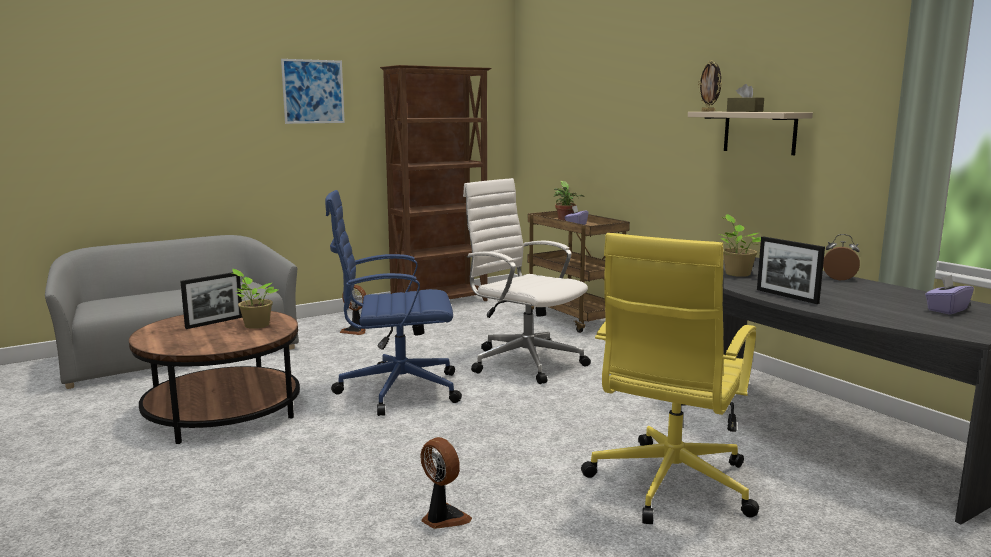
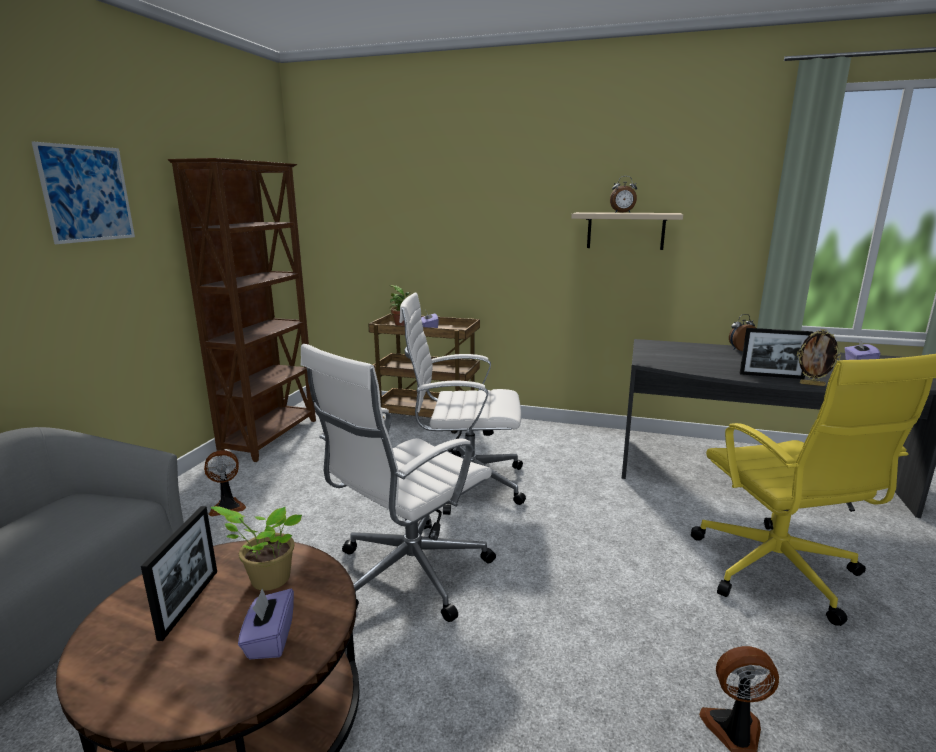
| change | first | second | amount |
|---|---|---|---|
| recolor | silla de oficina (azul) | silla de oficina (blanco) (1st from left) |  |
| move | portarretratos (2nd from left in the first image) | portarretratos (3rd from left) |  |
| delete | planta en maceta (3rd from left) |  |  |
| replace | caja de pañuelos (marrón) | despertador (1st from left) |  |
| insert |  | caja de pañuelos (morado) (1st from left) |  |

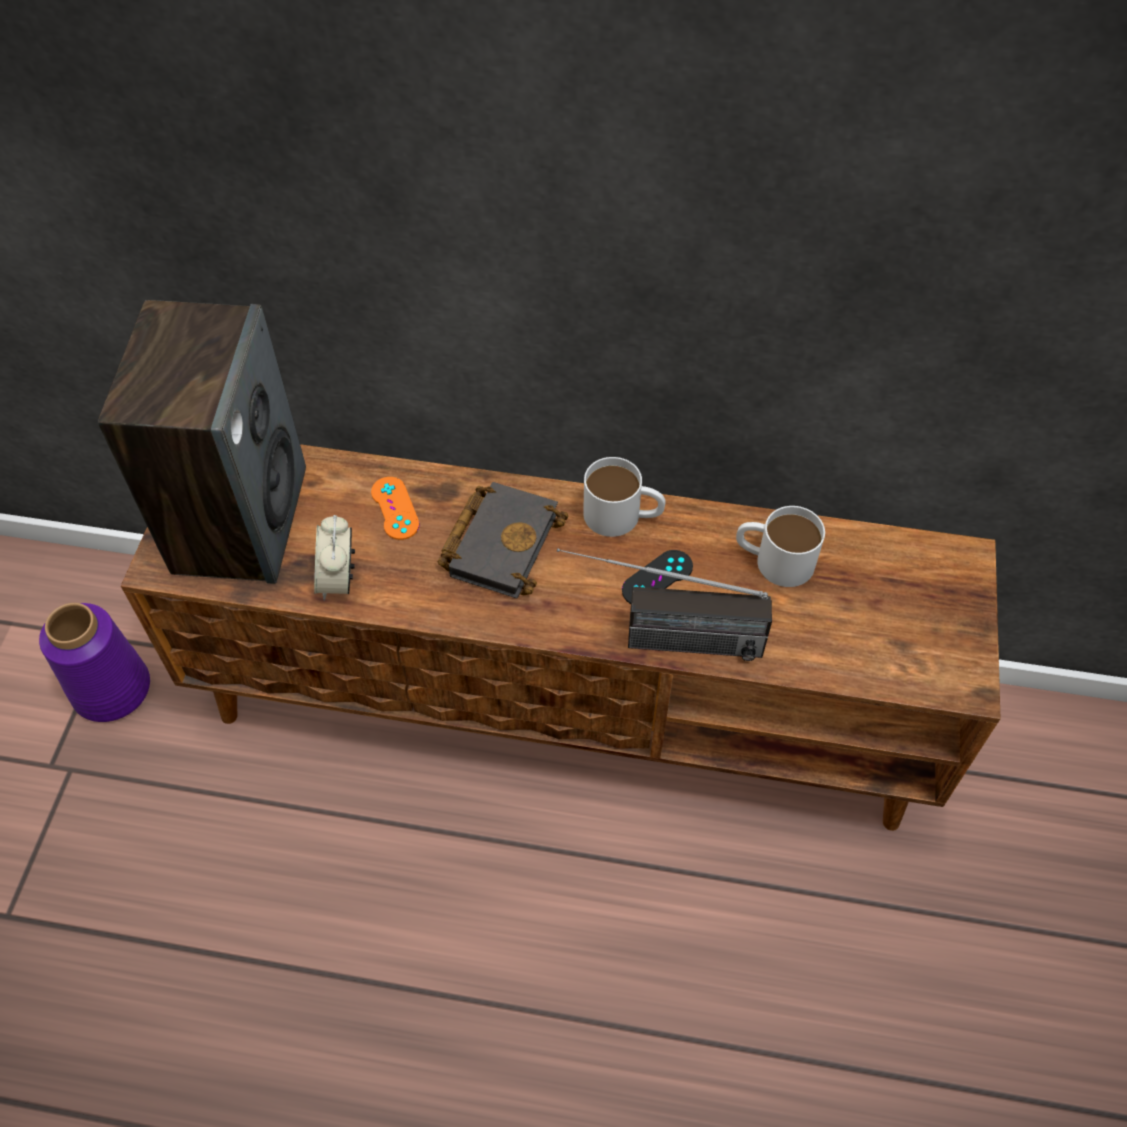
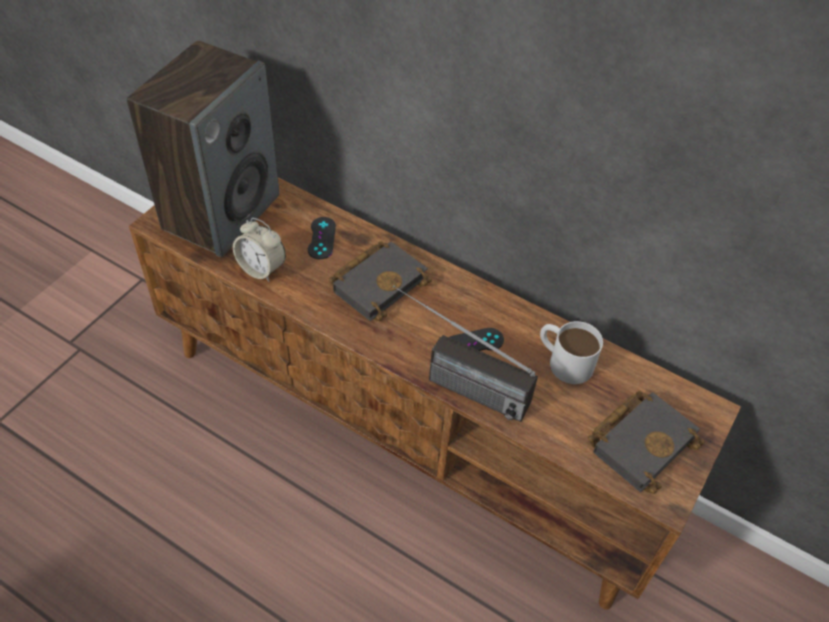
| change | first | second | amount |
|---|---|---|---|
| delete | florero (morado) |  |  |
| rotate | despertador |  | 75 degrees counterclockwise |
| recolor | mando de consola (naranja) | mando de consola (negro) (1st from left) |  |
| delete | taza grande (blanco) (1st from left) |  |  |
| insert |  | libro (negro) (2nd from left) |  |

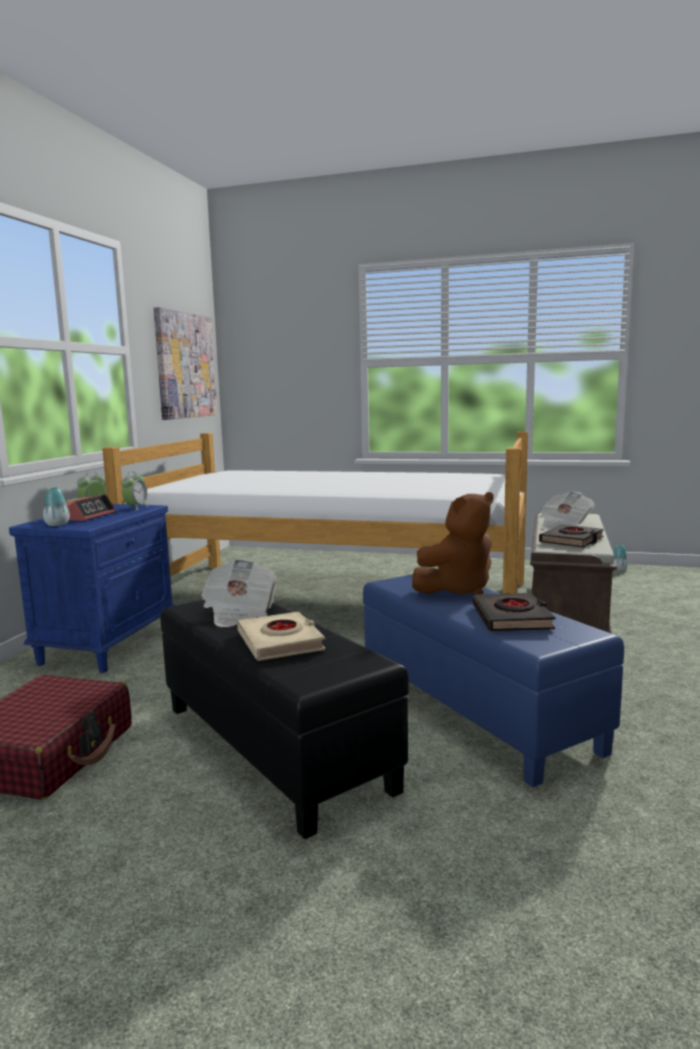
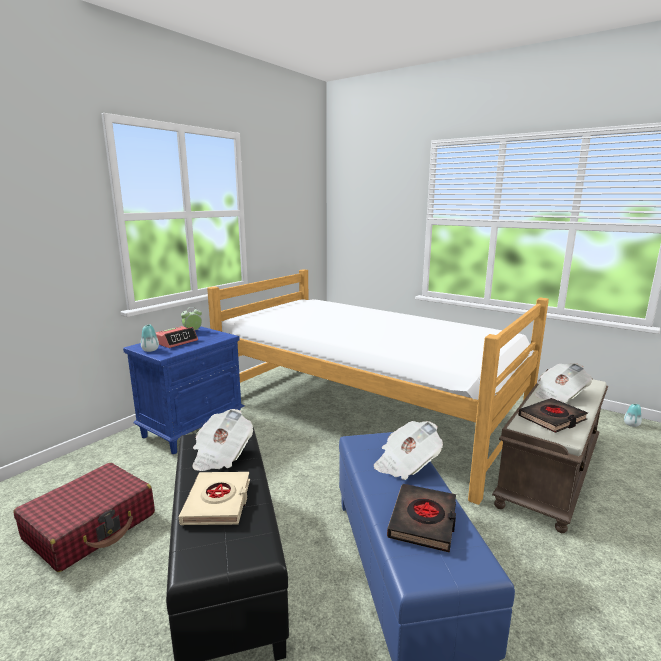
| change | first | second | amount |
|---|---|---|---|
| delete | despertador (3rd from left) |  |  |
| delete | cuadro |  |  |
| replace | peluche (marrón) | periódico (2nd from left) |  |

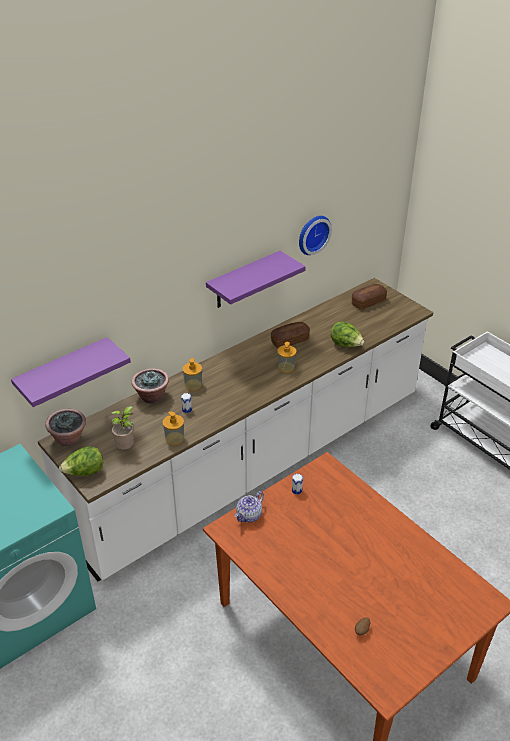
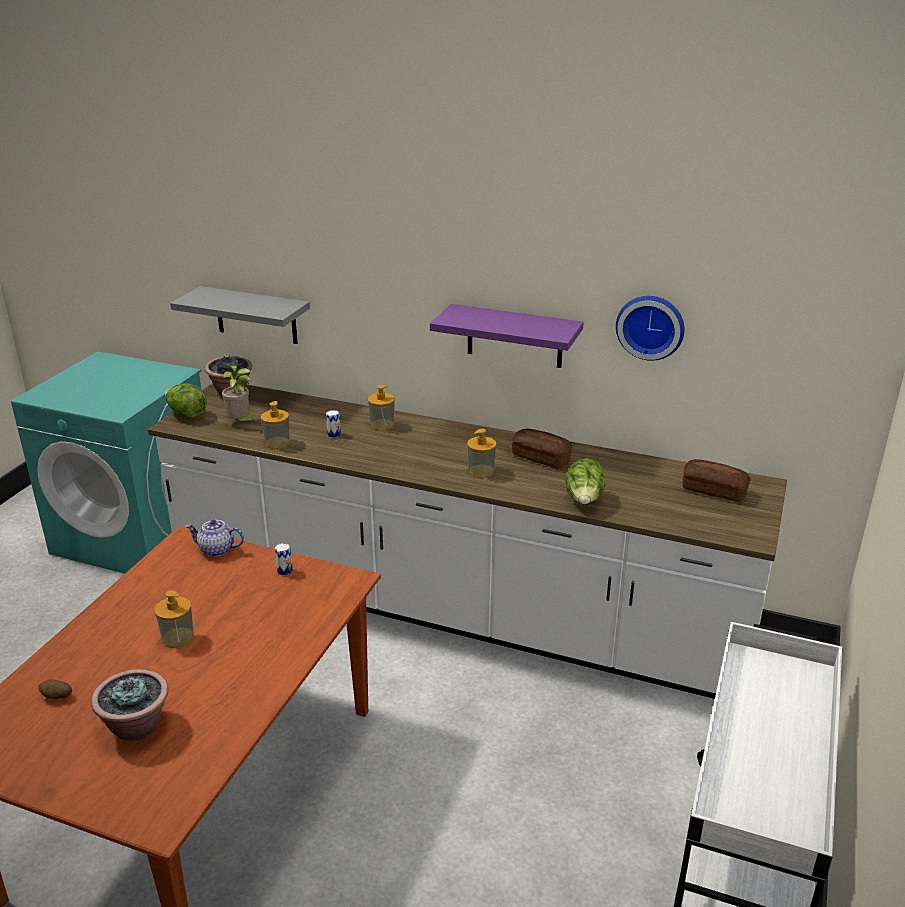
| change | first | second | amount |
|---|---|---|---|
| recolor | estante (morado) (1st from left) | estante (gris) |  |
| move | planta en maceta (3rd from left in the first image) | planta en maceta (1st from left) |  |
| insert |  | dispensador de jabón (1st from left) |  |

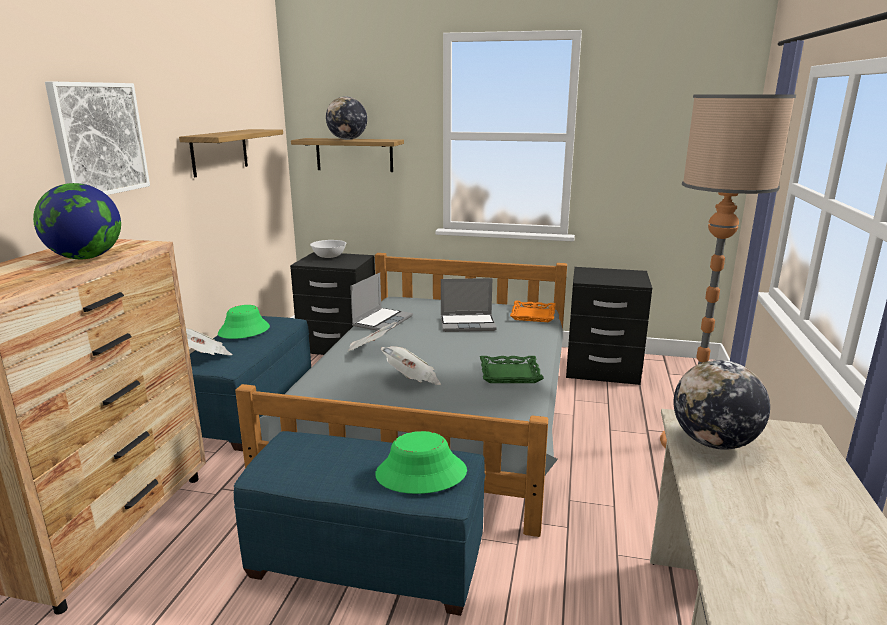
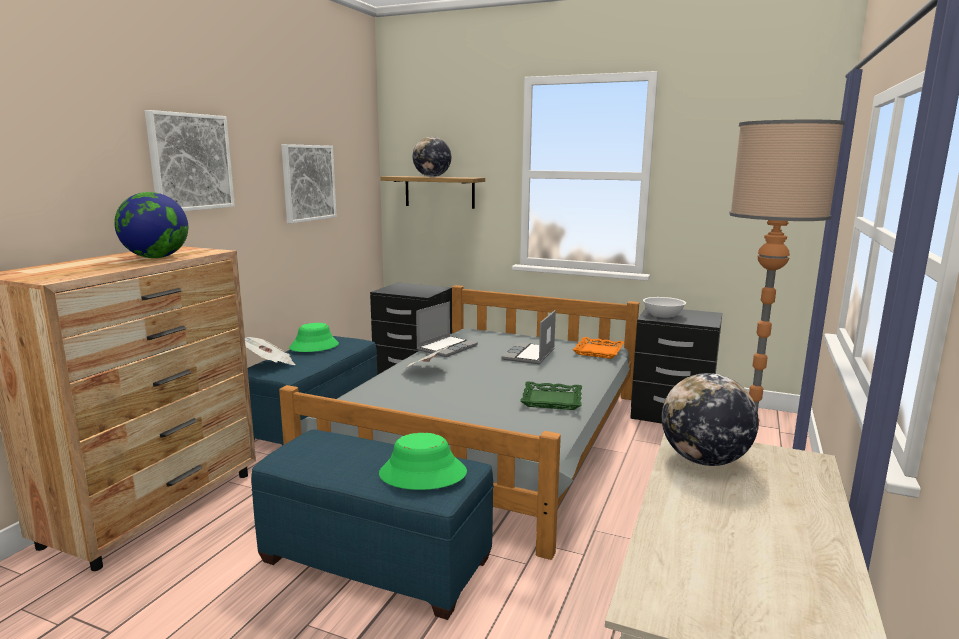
| change | first | second | amount |
|---|---|---|---|
| replace | estante (1st from left) | cuadro (2nd from left) |  |
| move | cuenco (blanco) |  |  |
| delete | periódico (3rd from left) |  |  |
| rotate | portátil (2nd from left) |  | 105 degrees clockwise |

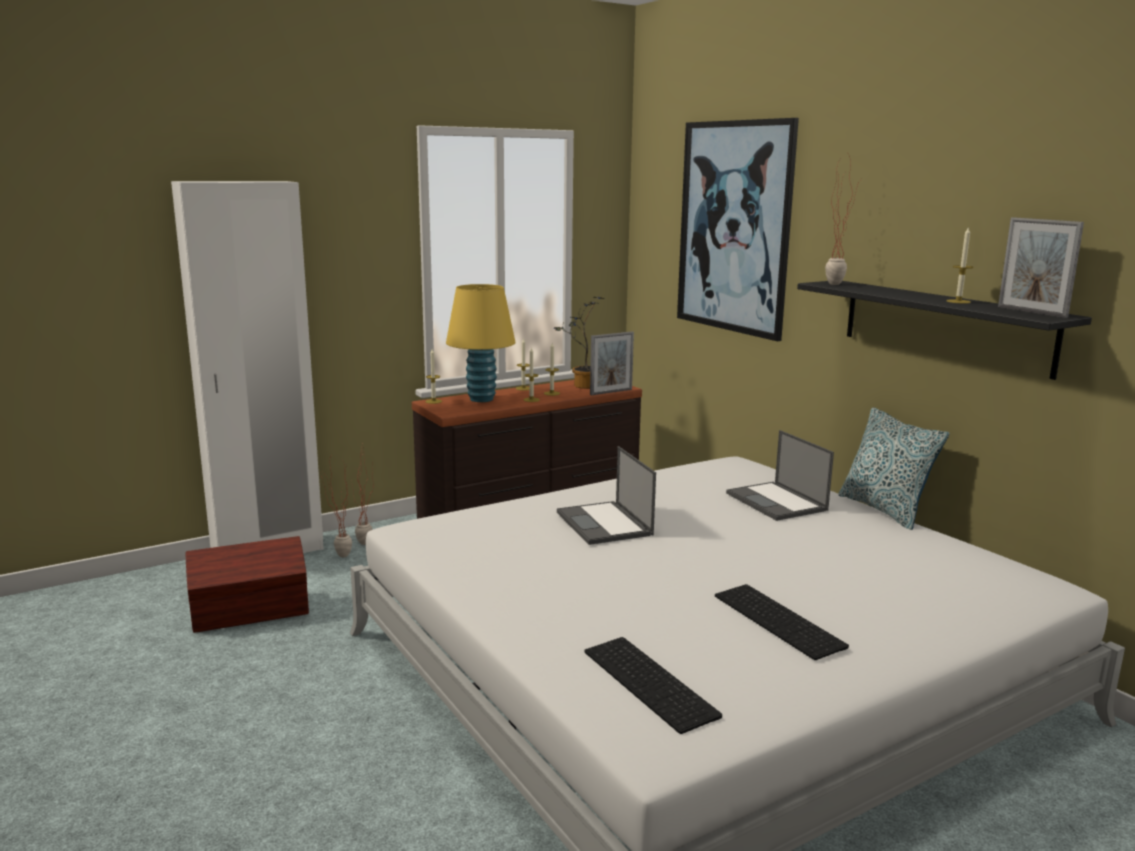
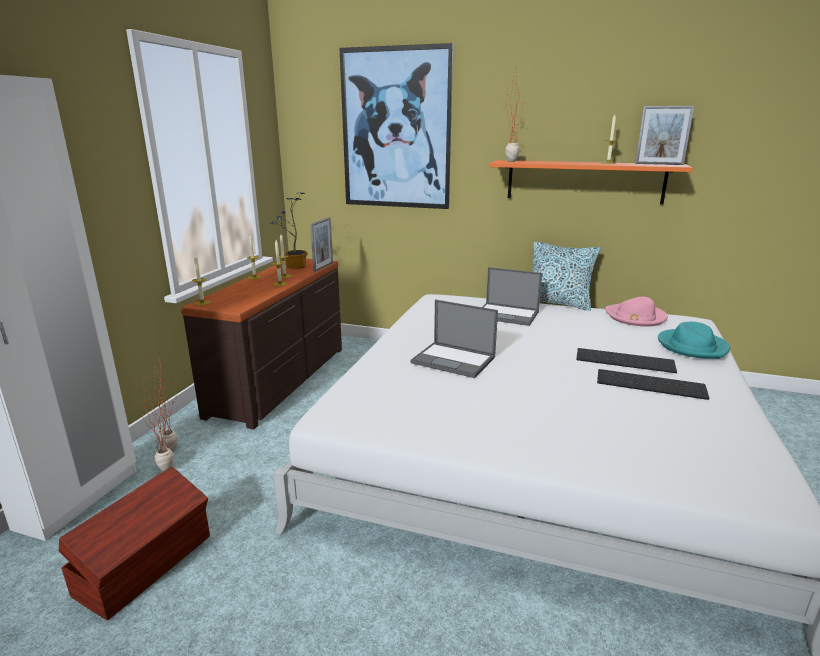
| change | first | second | amount |
|---|---|---|---|
| delete | lámpara de mesa (amarillo) |  |  |
| move | teclado (1st from left) |  |  |
| recolor | estante (negro) | estante (naranja) |  |
| insert |  | sombrero (rosa) |  |
| insert |  | sombrero (turquesa) |  |

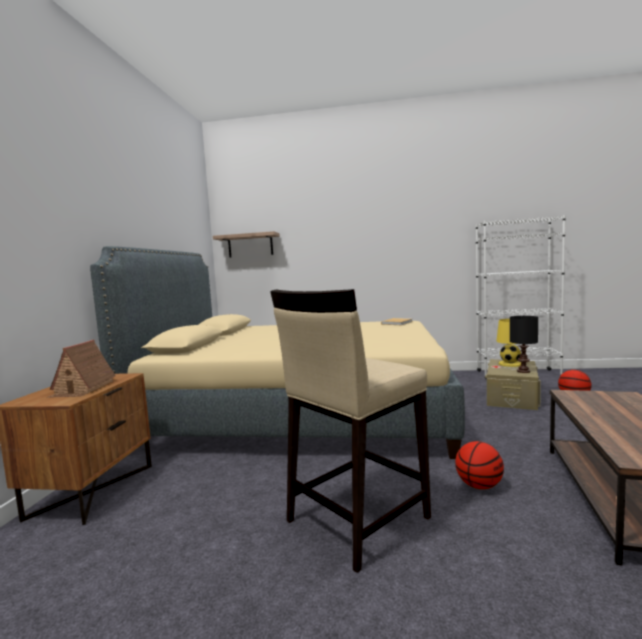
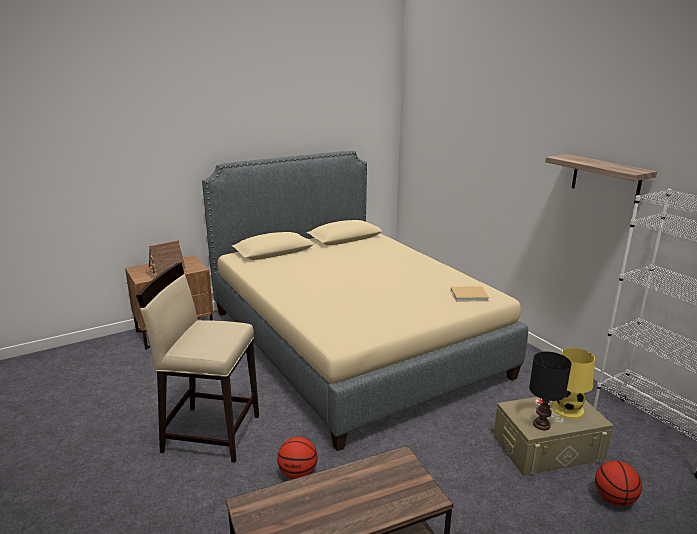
| change | first | second | amount |
|---|---|---|---|
| move | estante |  |  |

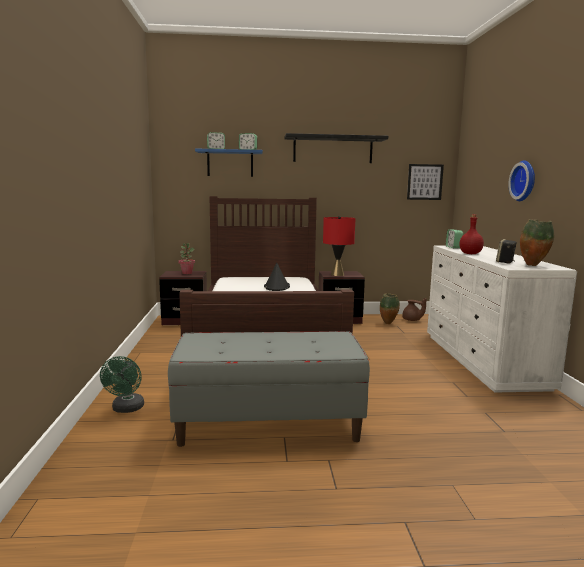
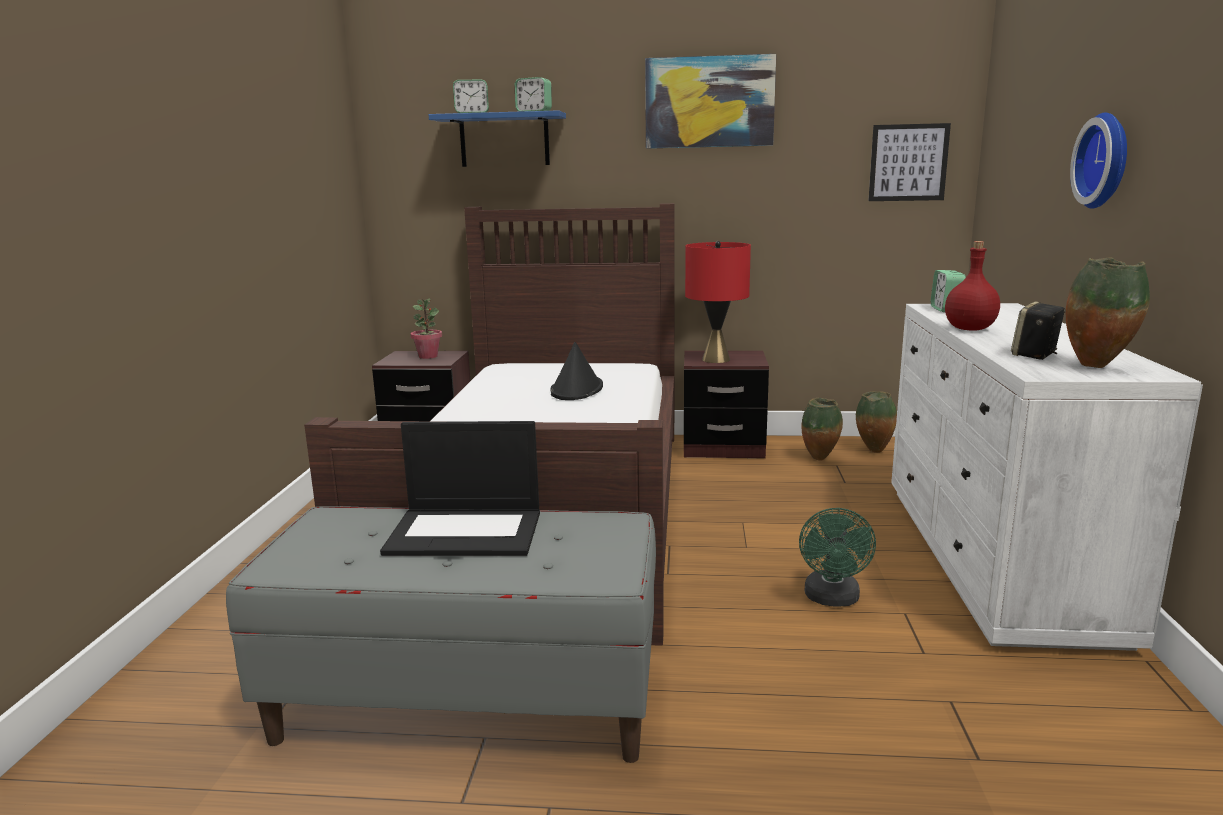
| change | first | second | amount |
|---|---|---|---|
| move | ventilador (verde) |  |  |
| replace | estante (negro) | cuadro (1st from left) |  |
| replace | tetera (marrón) | florero (2nd from left) |  |
| insert |  | portátil |  |

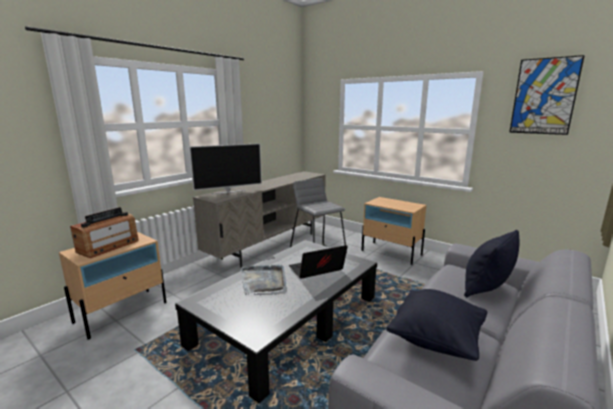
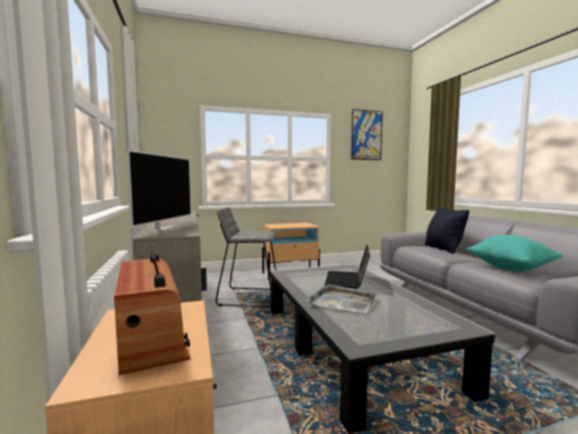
| change | first | second | amount |
|---|---|---|---|
| recolor | cojín (negro) (1st from left) | cojín (turquesa) |  |

